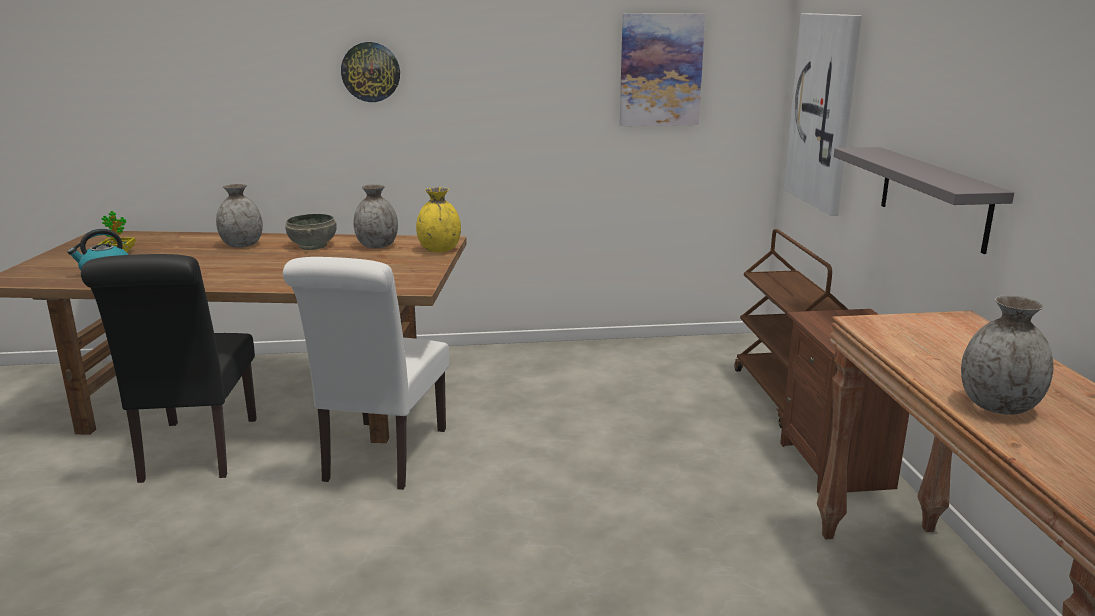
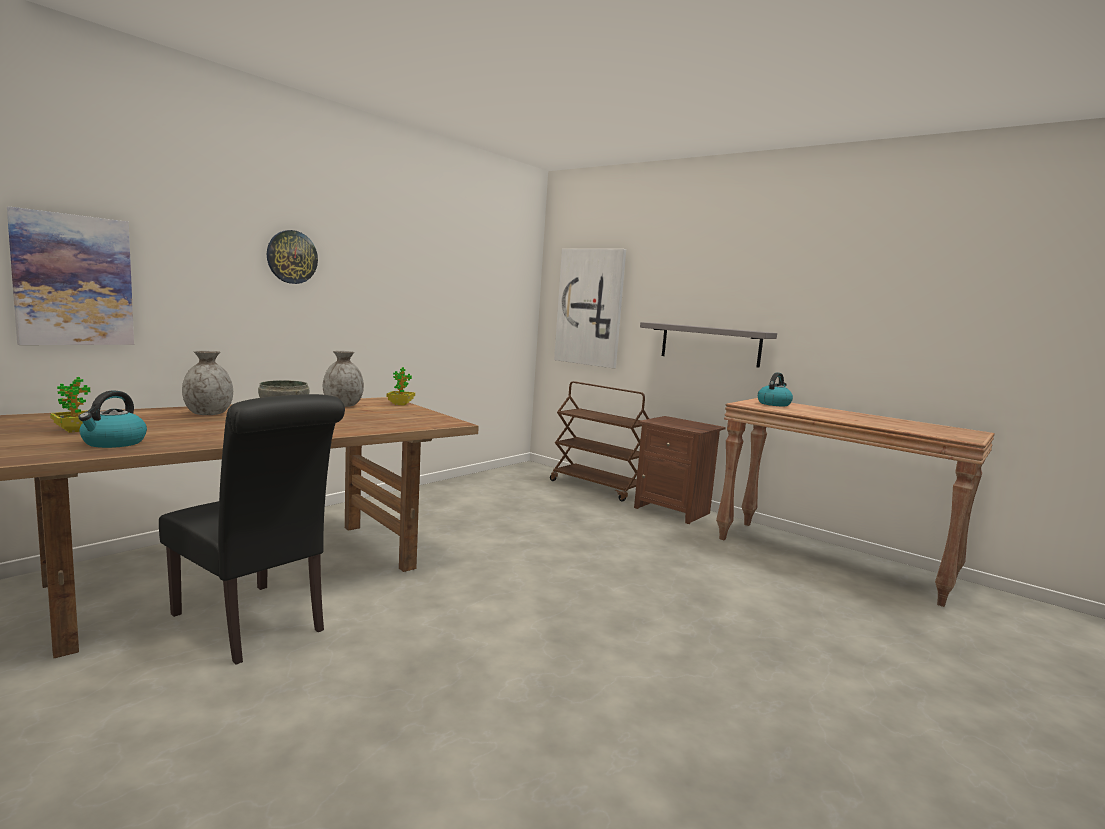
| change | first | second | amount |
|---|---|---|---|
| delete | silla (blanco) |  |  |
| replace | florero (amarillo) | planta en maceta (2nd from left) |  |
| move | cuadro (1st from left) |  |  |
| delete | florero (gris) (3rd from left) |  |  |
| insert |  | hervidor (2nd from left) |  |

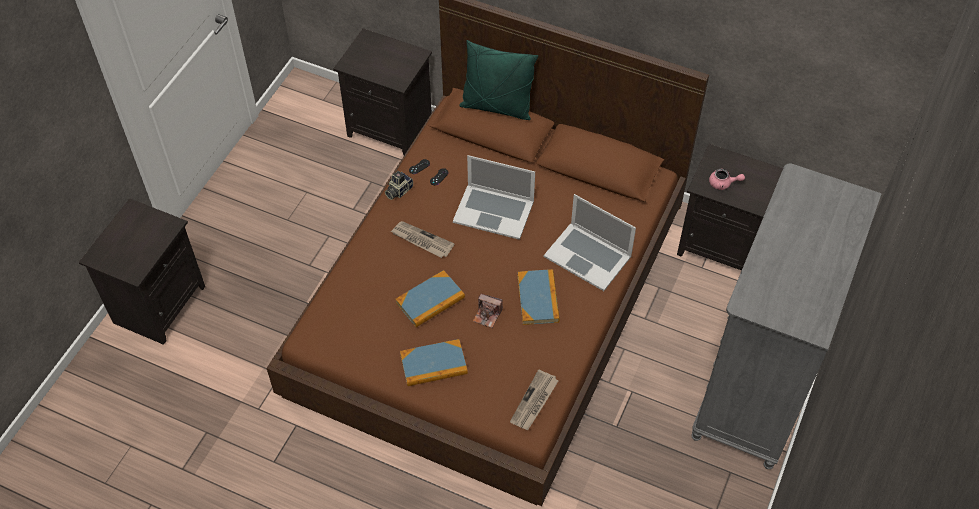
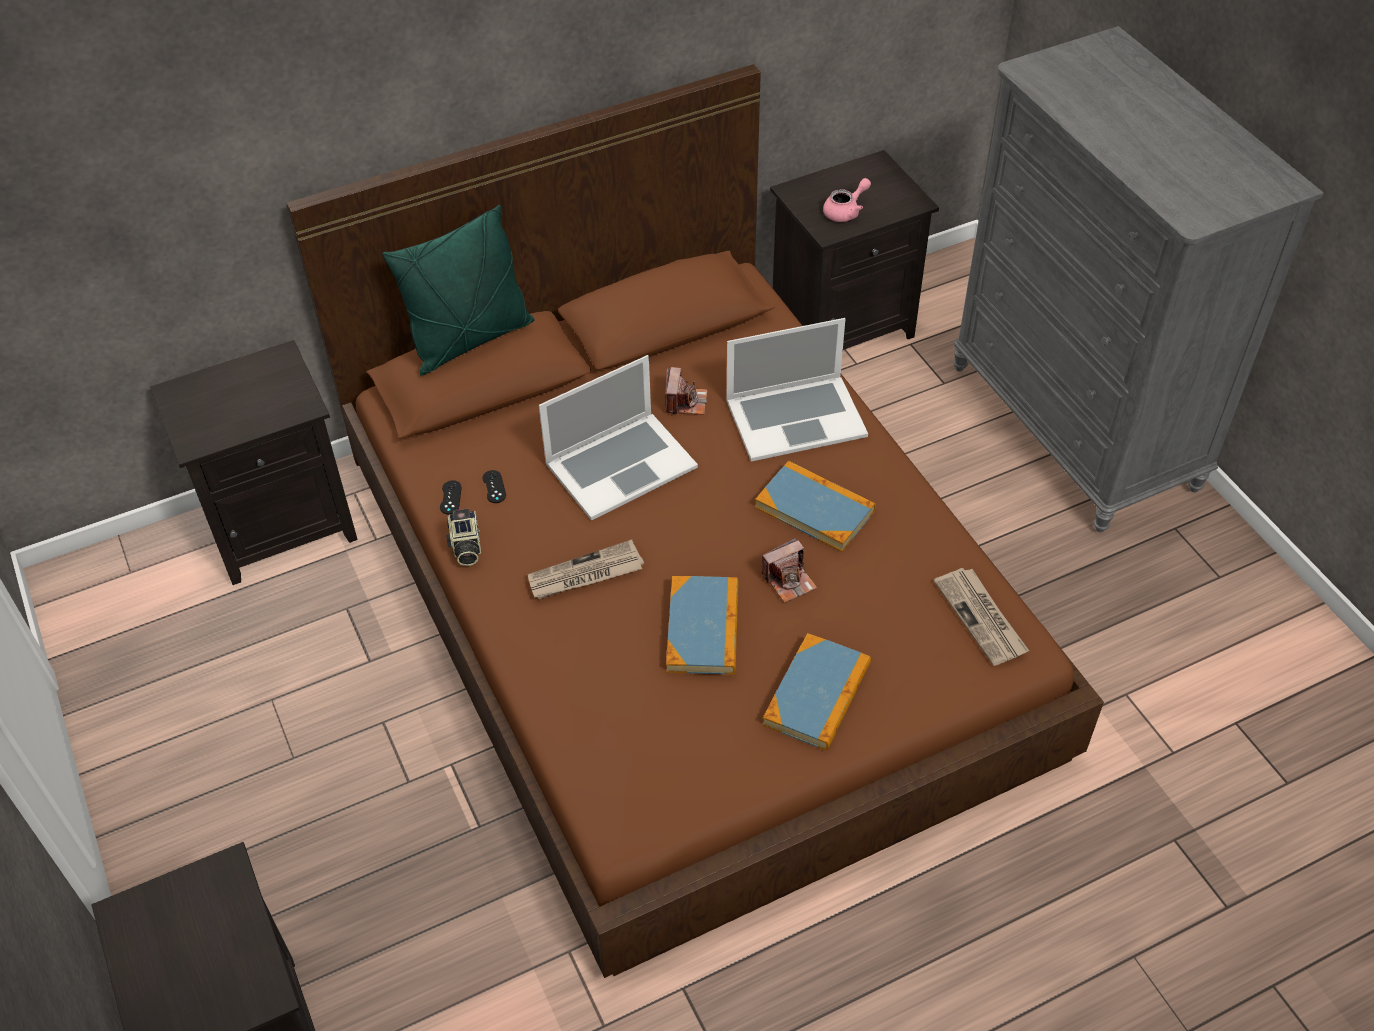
| change | first | second | amount |
|---|---|---|---|
| insert |  | cámara (2nd from left) |  |

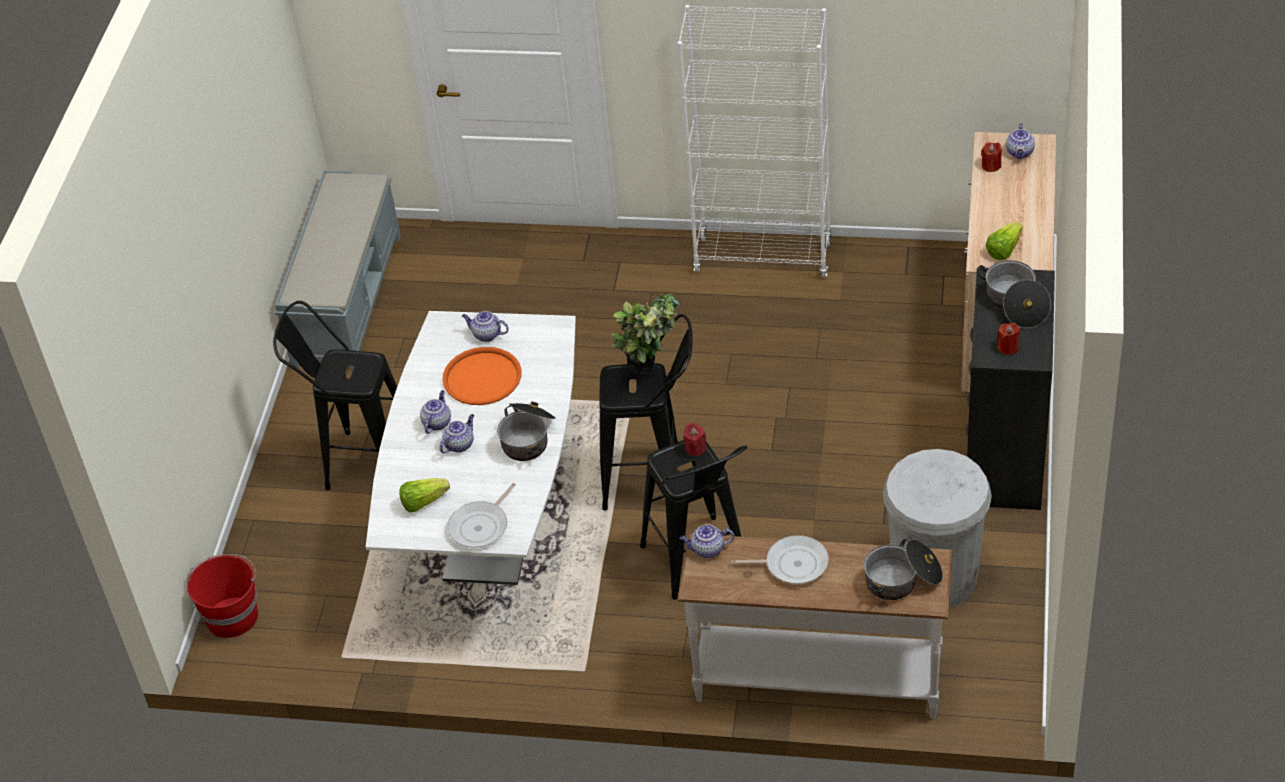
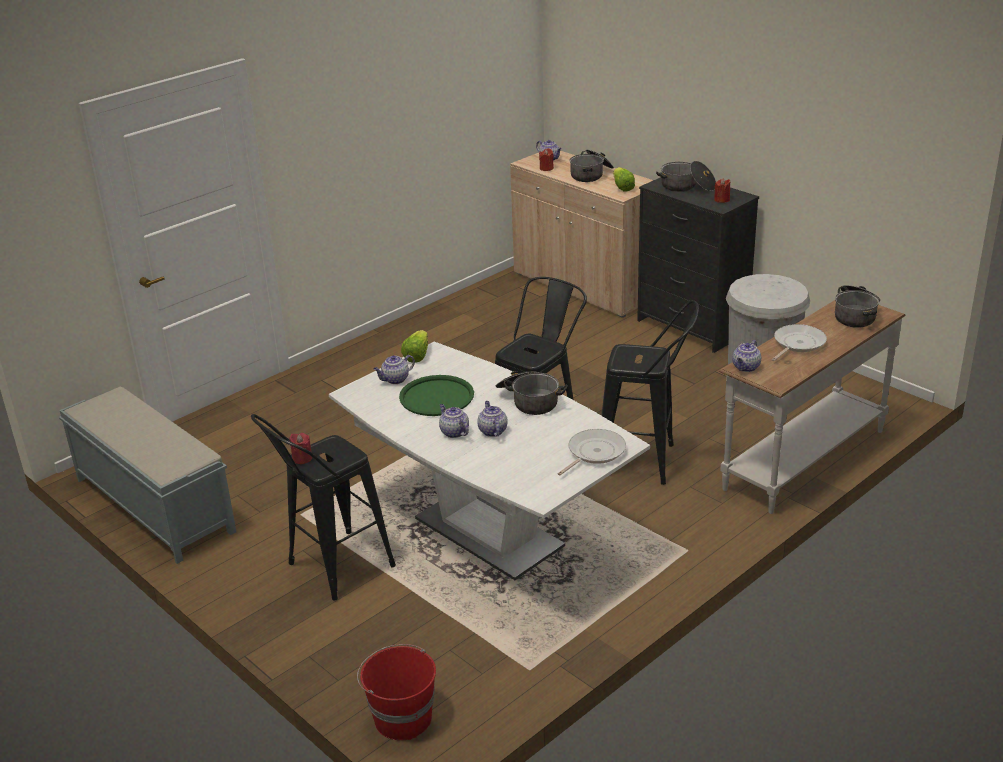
| change | first | second | amount |
|---|---|---|---|
| move | lechuga (1st from left) |  |  |
| recolor | bandeja (naranja) | bandeja (verde) |  |
| rotate | sartén (1st from left) |  | 120 degrees counterclockwise |
| delete | planta en maceta |  |  |
| delete | estantería (blanco) |  |  |
| move | vela (rojo) (1st from left) |  |  |
| insert |  | olla (2nd from left) |  |

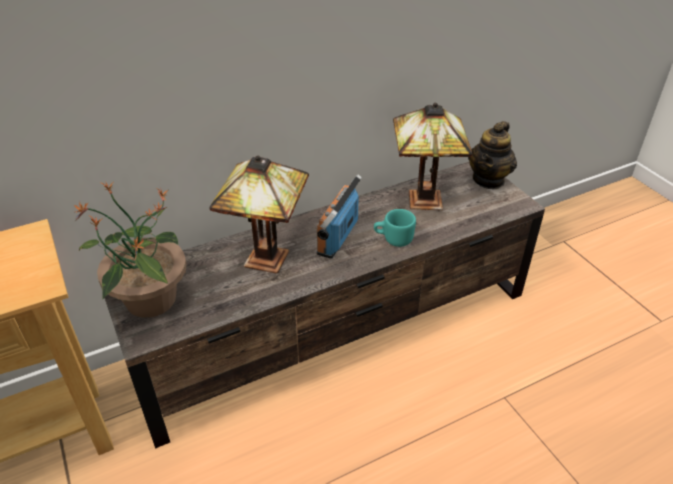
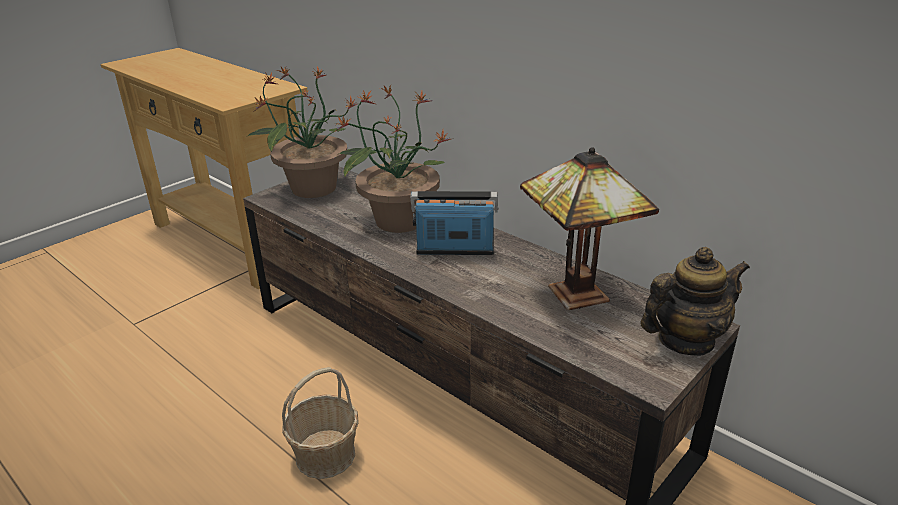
| change | first | second | amount |
|---|---|---|---|
| replace | lámpara de mesa (1st from left) | planta en maceta (2nd from left) |  |
| delete | taza grande (turquesa) |  |  |
| rotate | tetera |  | 150 degrees clockwise |
| insert |  | cesta |  |

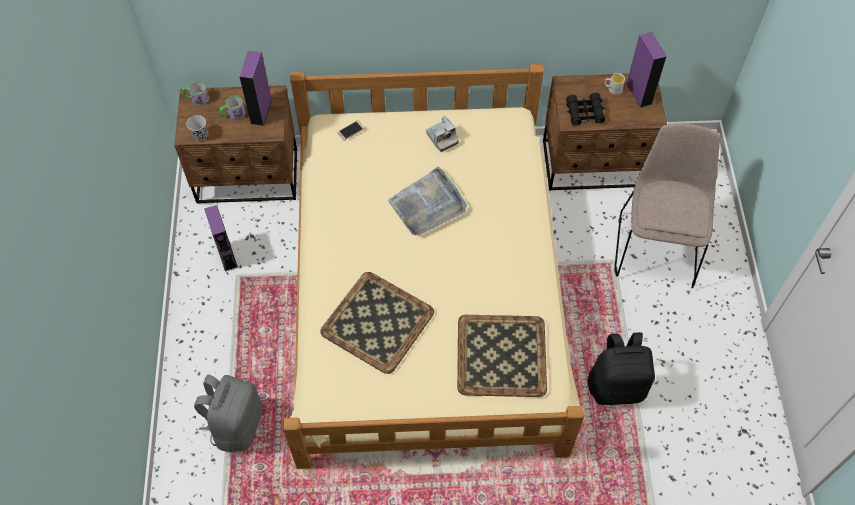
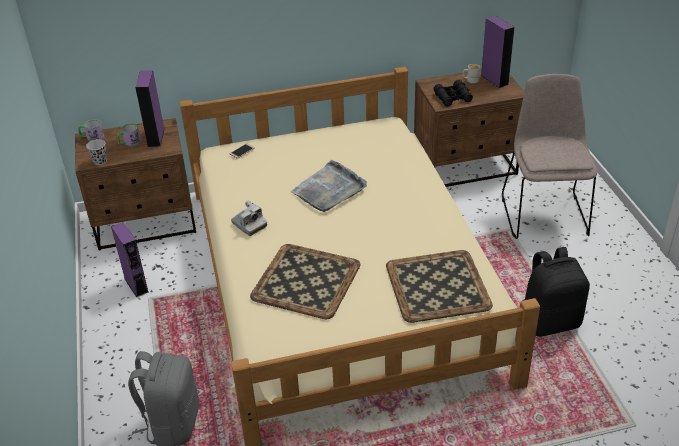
| change | first | second | amount |
|---|---|---|---|
| move | cámara |  |  |

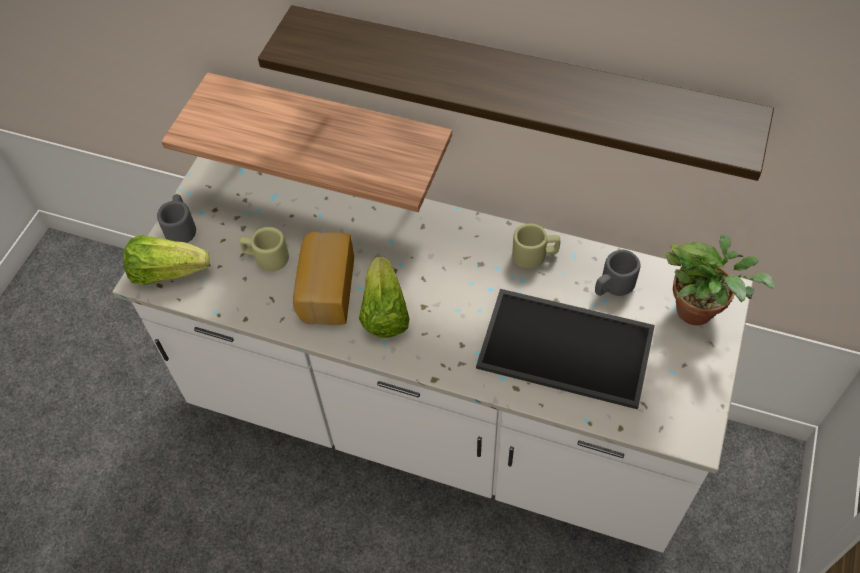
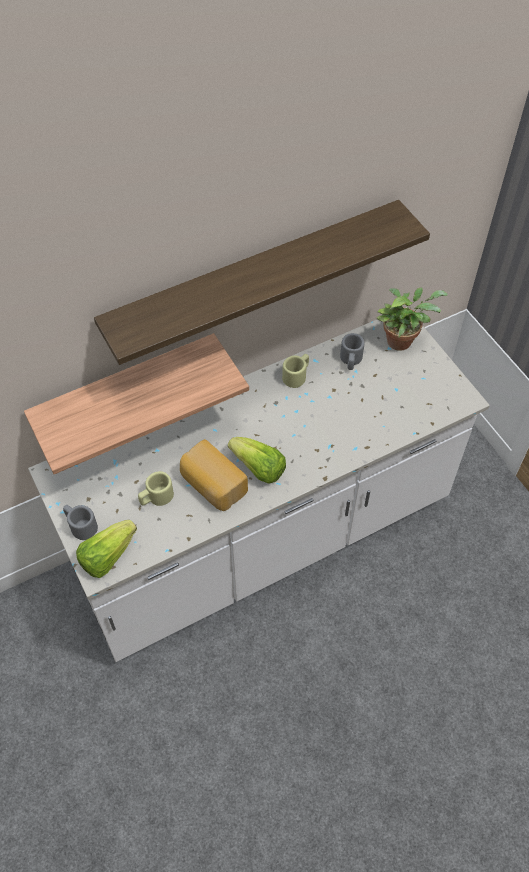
| change | first | second | amount |
|---|---|---|---|
| delete | bandeja |  |  |

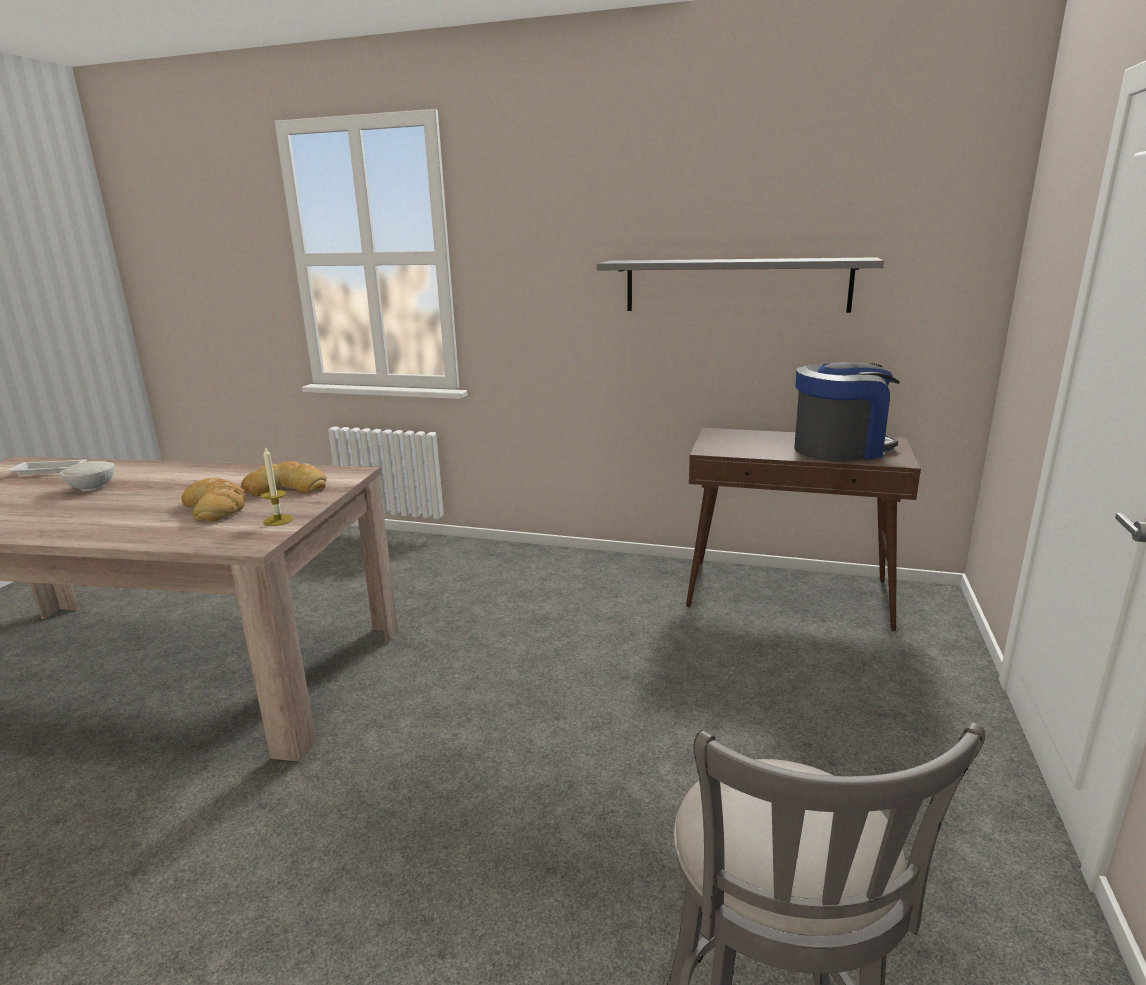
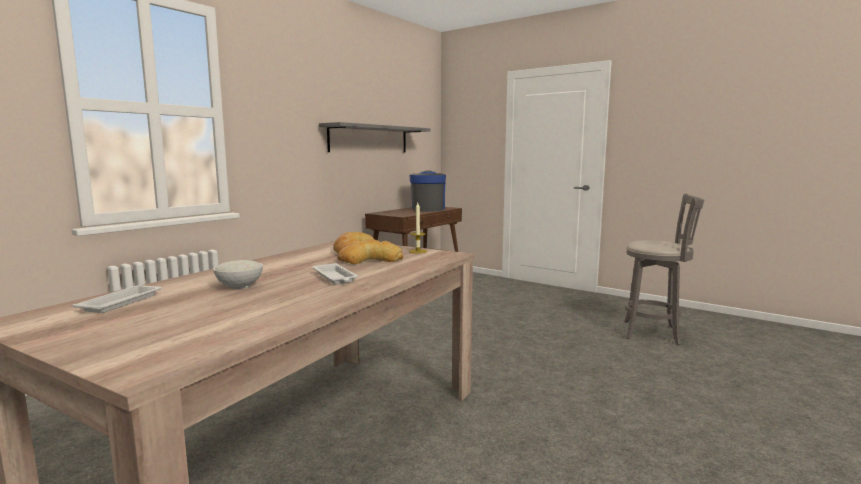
| change | first | second | amount |
|---|---|---|---|
| insert |  | bandeja (blanco) (2nd from left) |  |

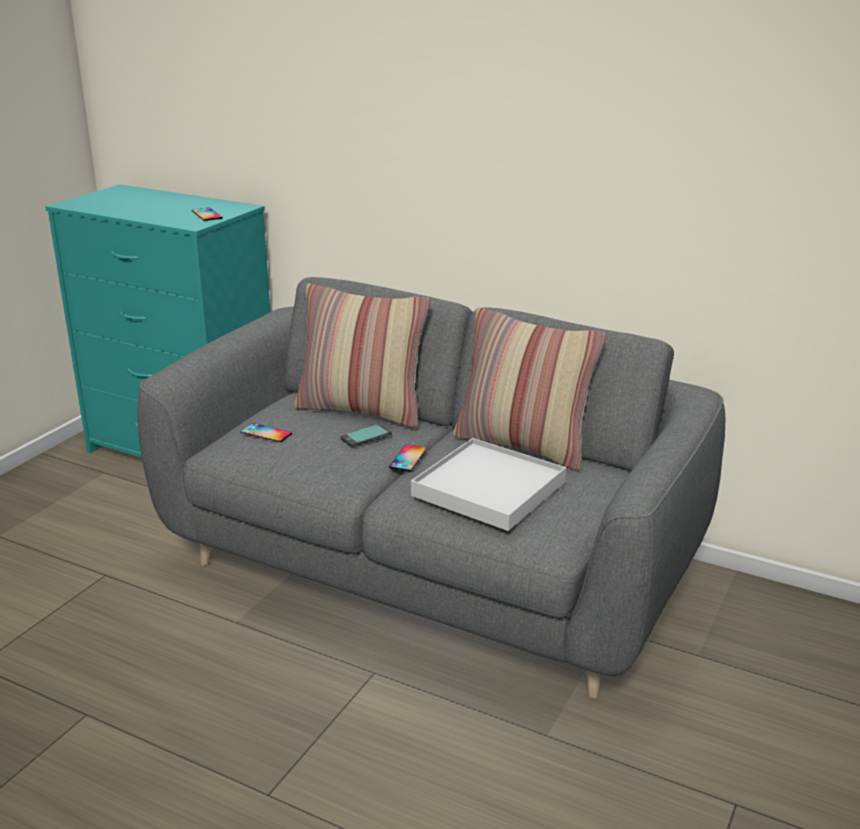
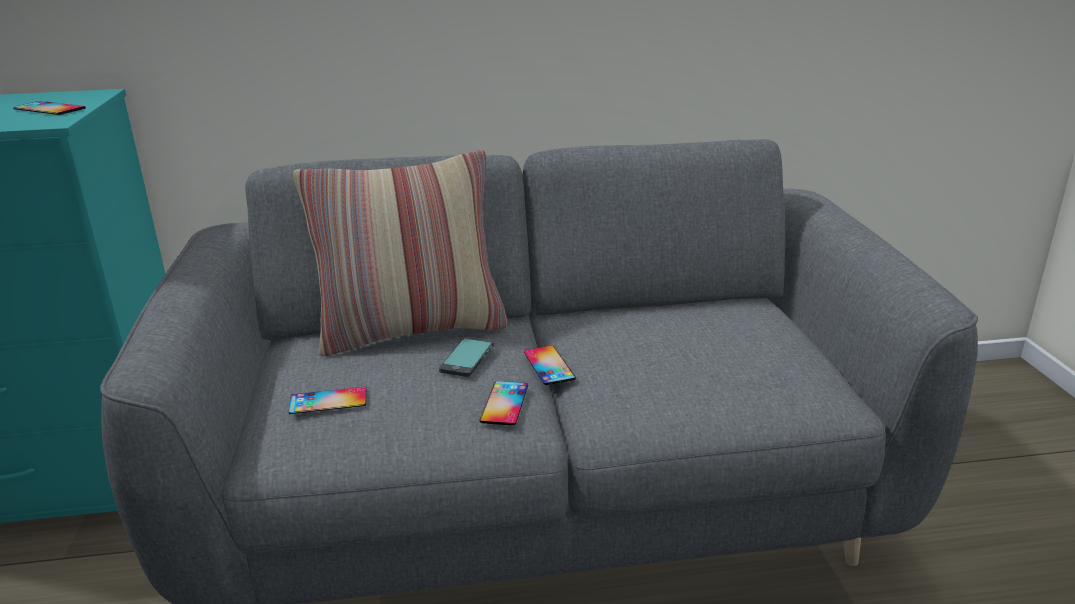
| change | first | second | amount |
|---|---|---|---|
| delete | bandeja (blanco) |  |  |
| delete | cojín (2nd from left) |  |  |
| insert |  | móvil (4th from left) |  |

